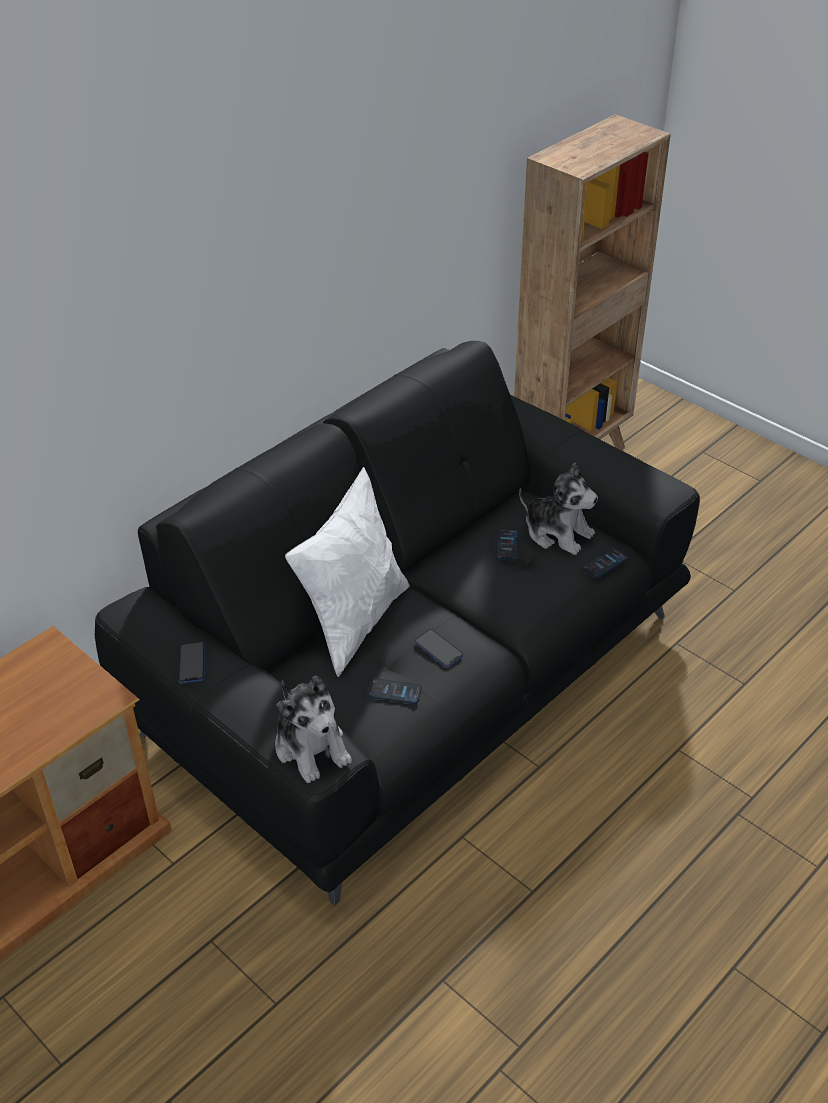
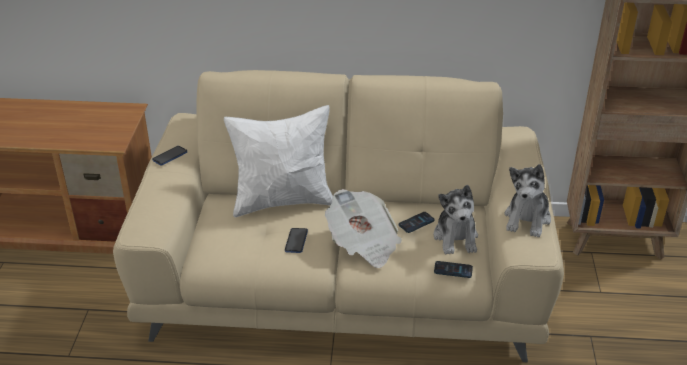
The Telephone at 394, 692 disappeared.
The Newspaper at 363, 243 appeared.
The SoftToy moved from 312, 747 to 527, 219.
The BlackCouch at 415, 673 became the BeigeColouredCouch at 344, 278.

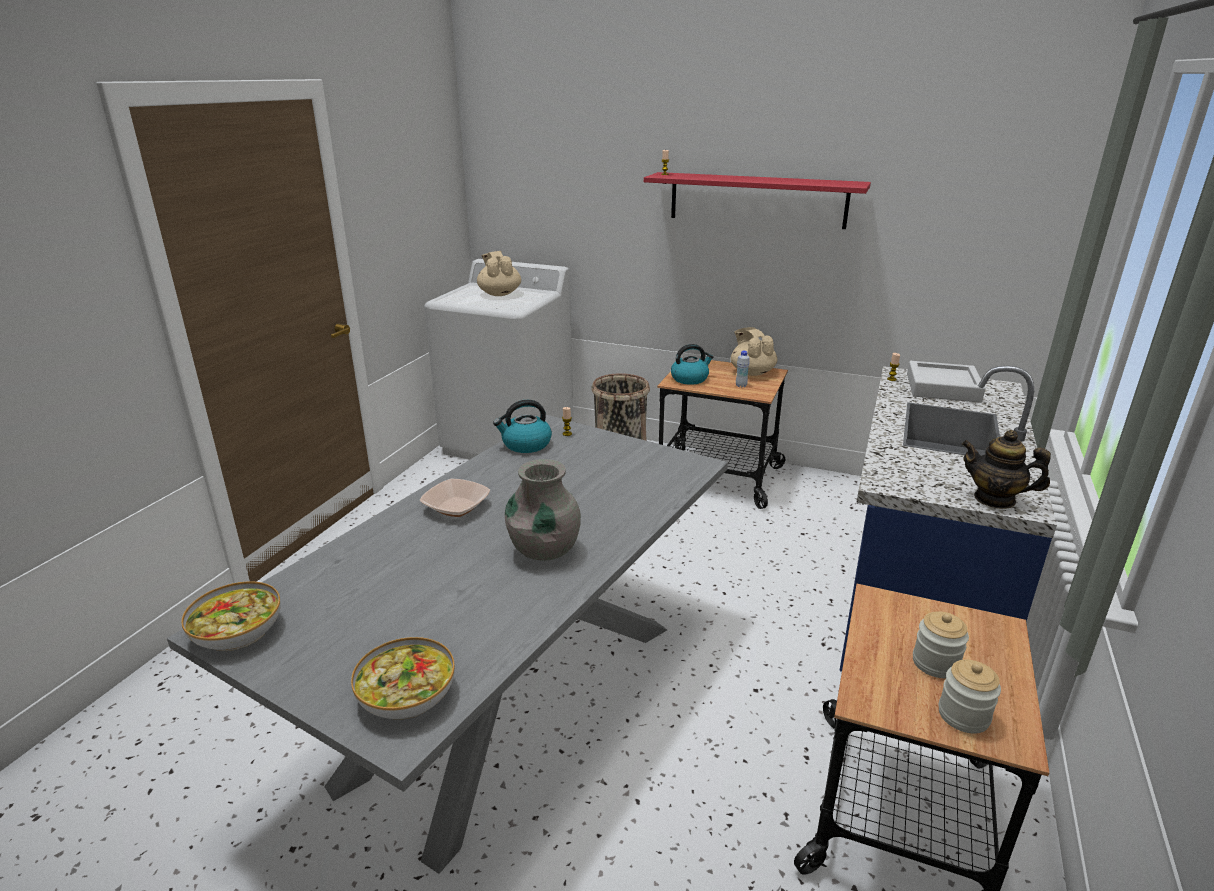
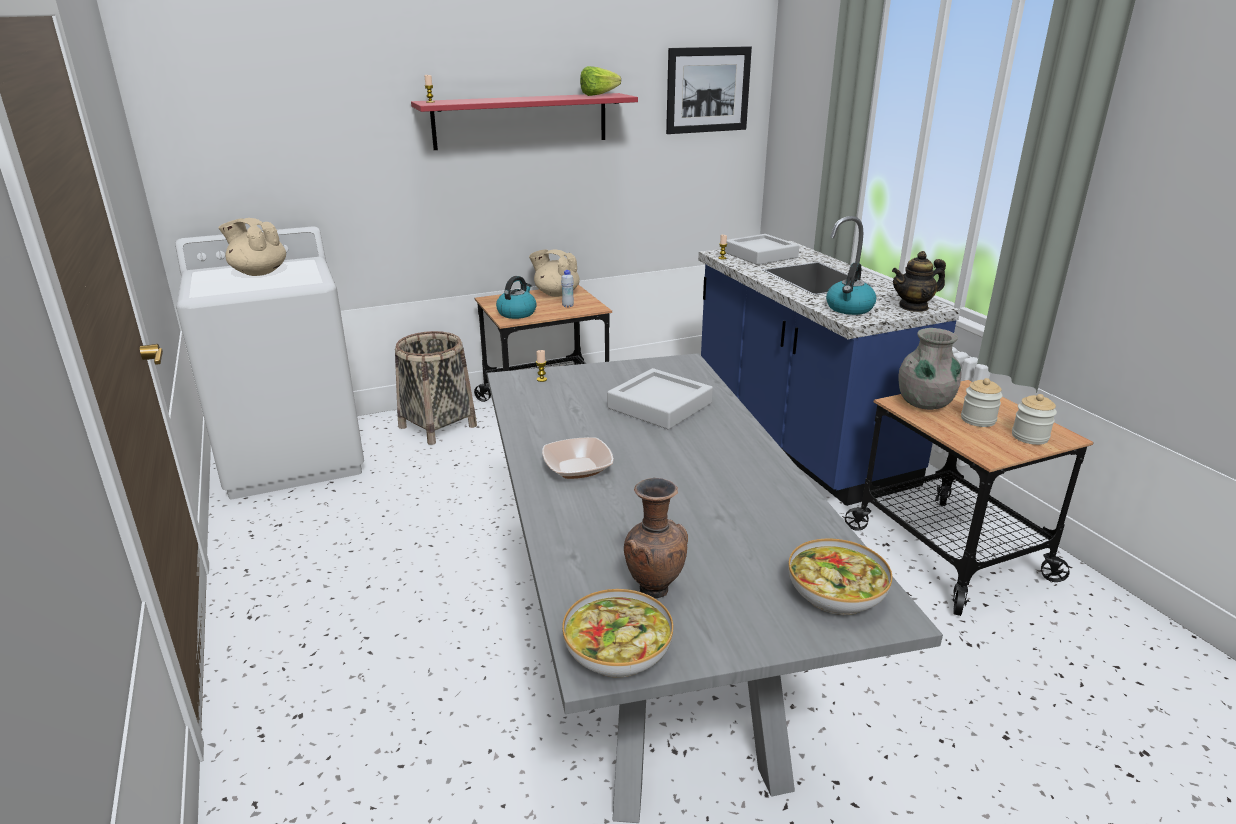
The LettuceHead at 602, 95 appeared.
The GreyTray at 659, 405 appeared.
The BrownColouredDecorativeVase at 653, 589 appeared.
The WallPicture at 708, 90 appeared.
The TeaKettle moved from 525, 444 to 849, 309.
The GreyDecorativeVase moved from 544, 550 to 924, 403.

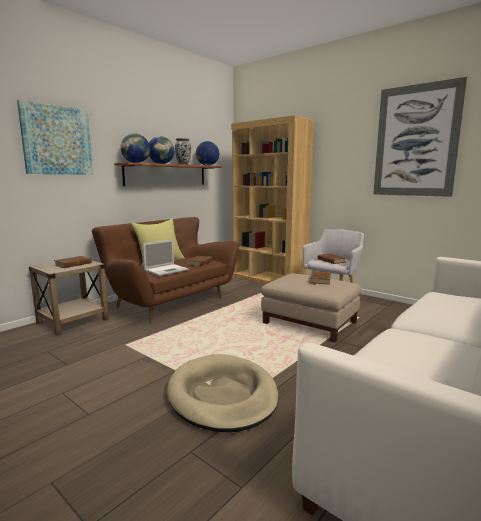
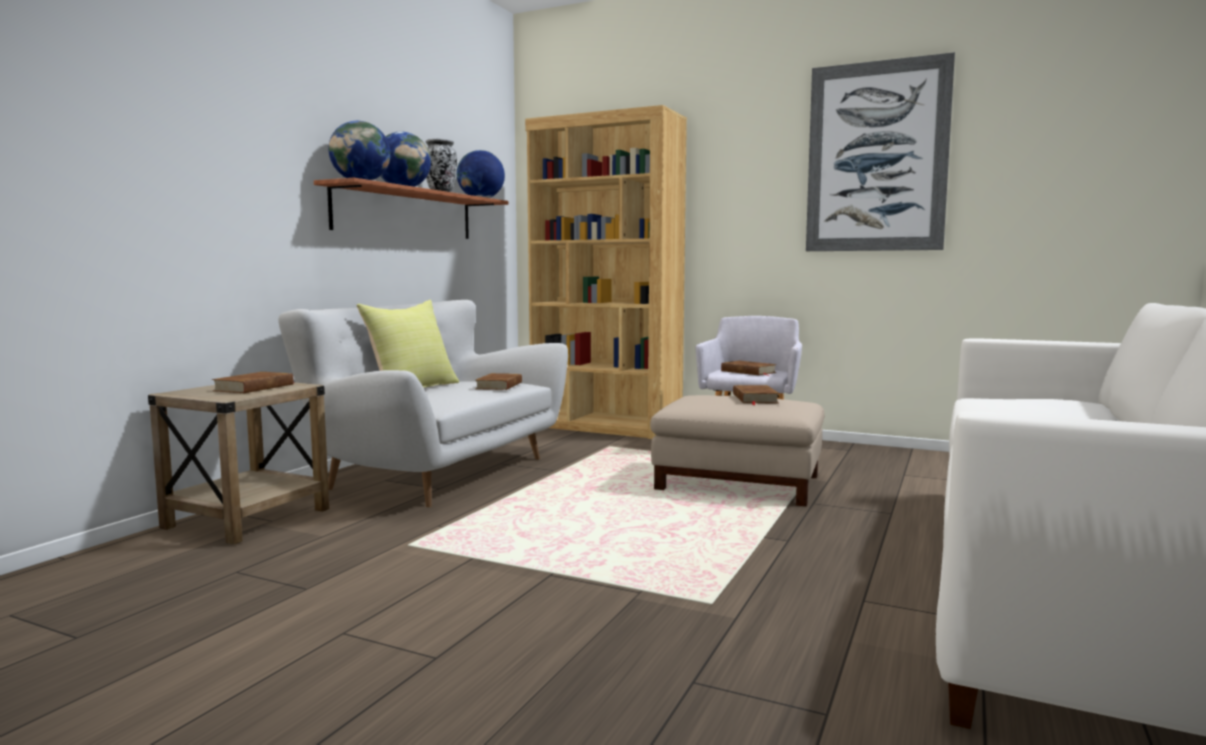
The WallPicture at 57, 140 disappeared.
The Laptop at 167, 270 disappeared.
The BeigeColouredDogBed at 222, 395 disappeared.
The BrownColouredCouch at 169, 302 became the WhiteColouredCouch at 435, 472.

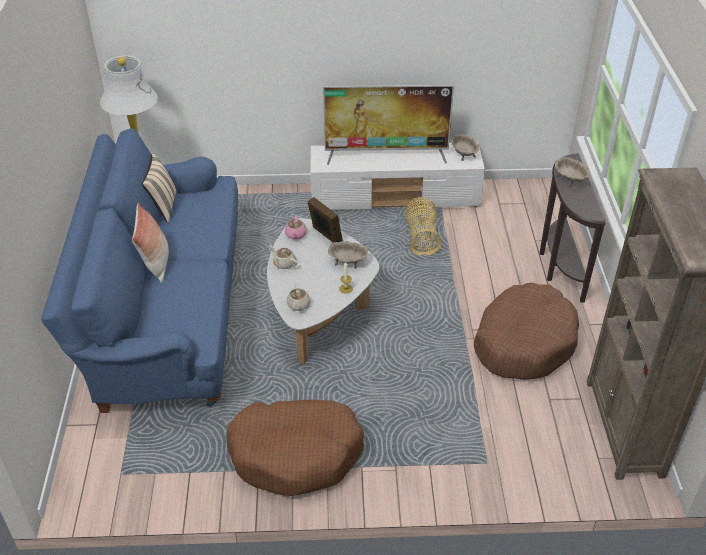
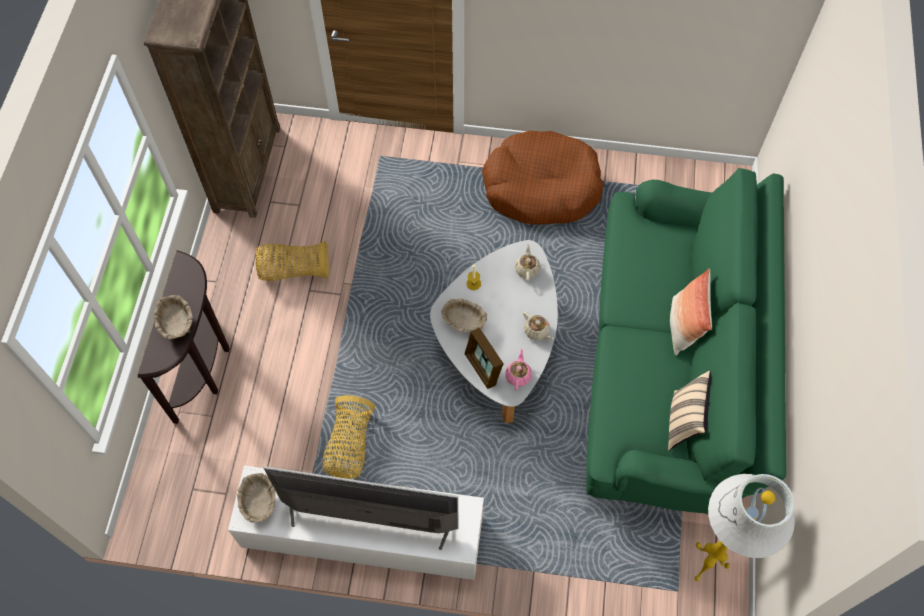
The BrownColouredDogBed at 524, 342 was replaced by the HouseholdBasket at 294, 270.
The BlueCouch at 167, 312 became the GreenishCouch at 668, 369.

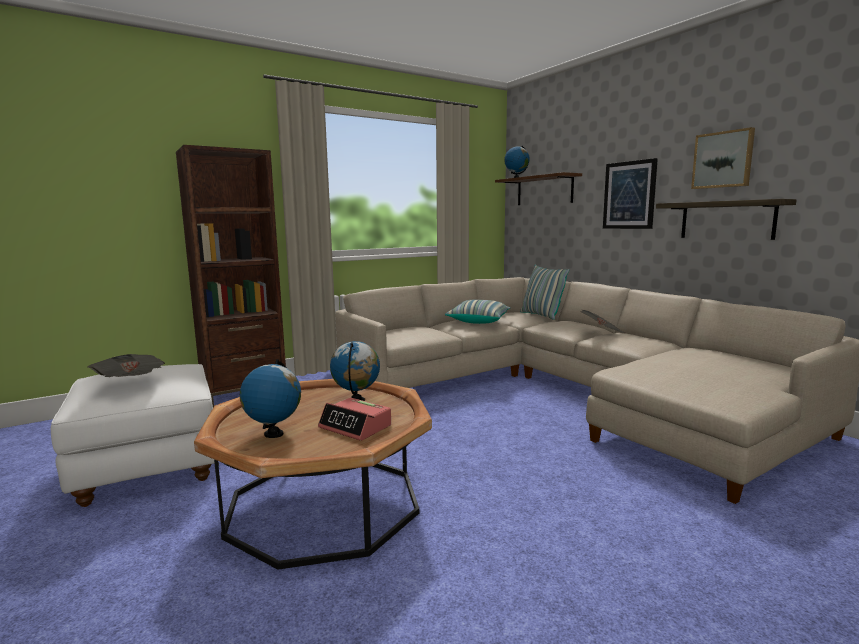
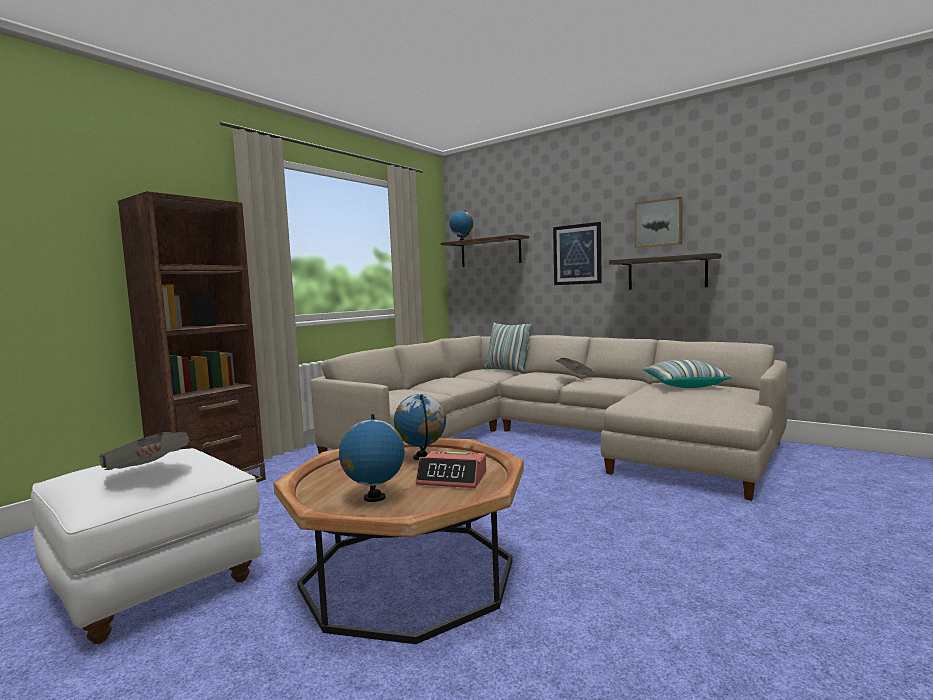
The Cushion moved from 478, 321 to 684, 385.

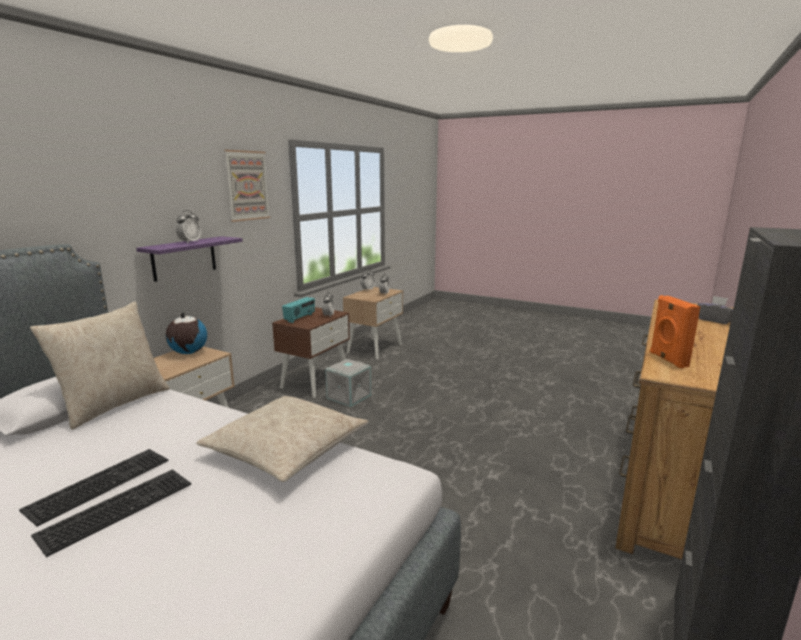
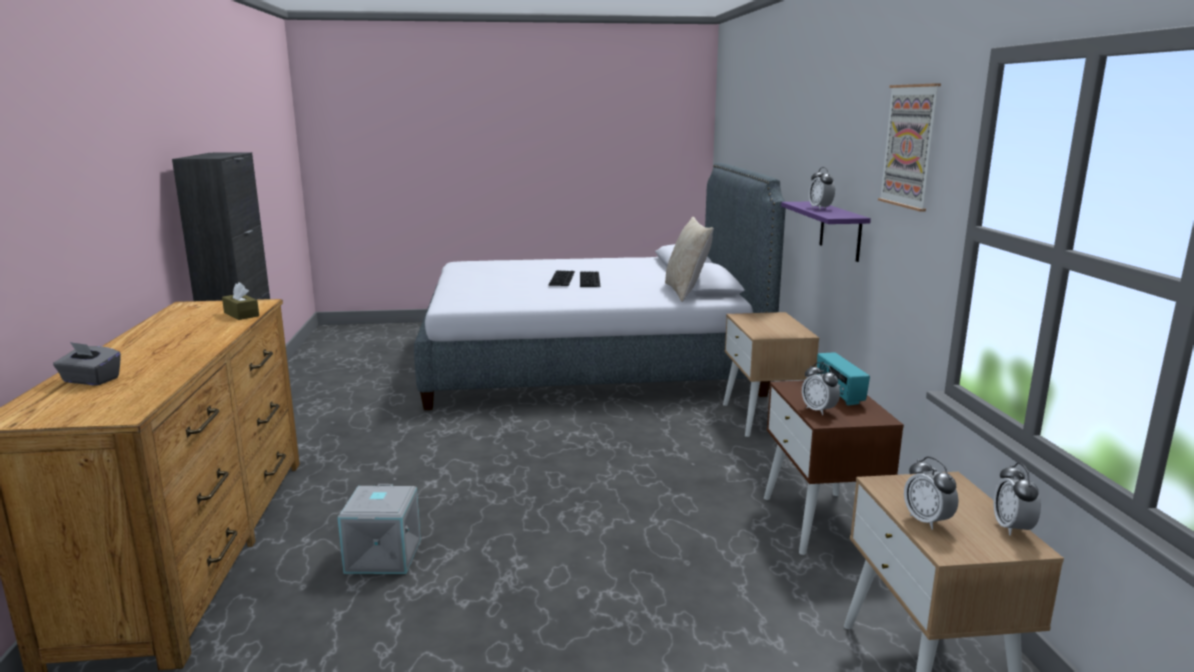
The DeskGlobe at 188, 353 disappeared.
The BeigeColouredCushion at 286, 449 disappeared.
The GreyStorageContainer moved from 348, 396 to 384, 556.
The OrangeColouredLoudspeaker at 667, 359 was replaced by the BrownColouredTissueHolder at 241, 314.

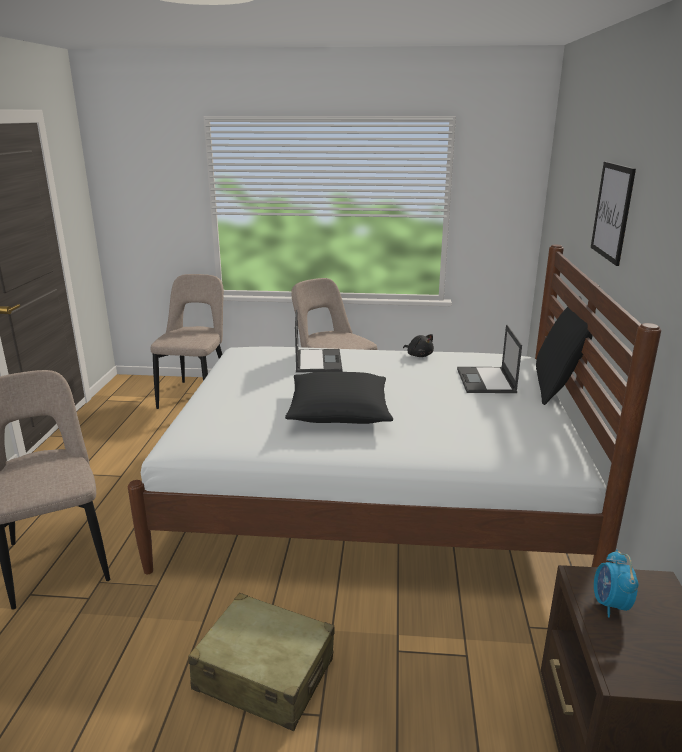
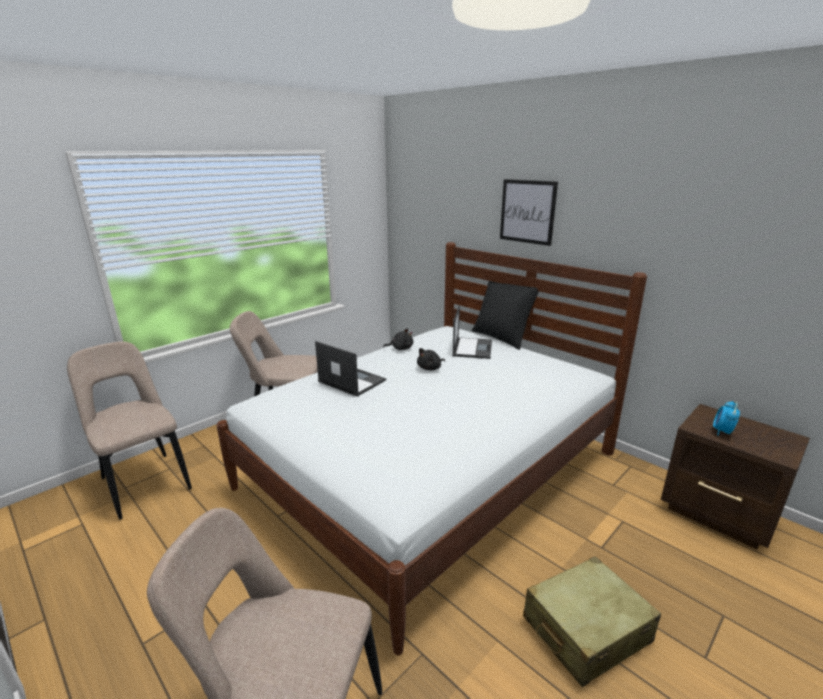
The BlackCushion at 339, 410 disappeared.
The BlackSoftToy at 430, 368 appeared.
The Laptop at 486, 381 turned 120 degrees counterclockwise.
The TableClock at 610, 605 turned 75 degrees clockwise.

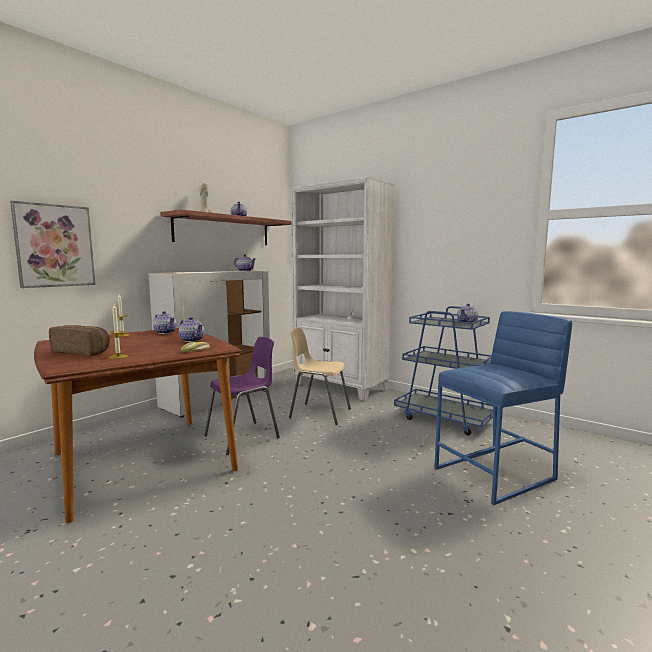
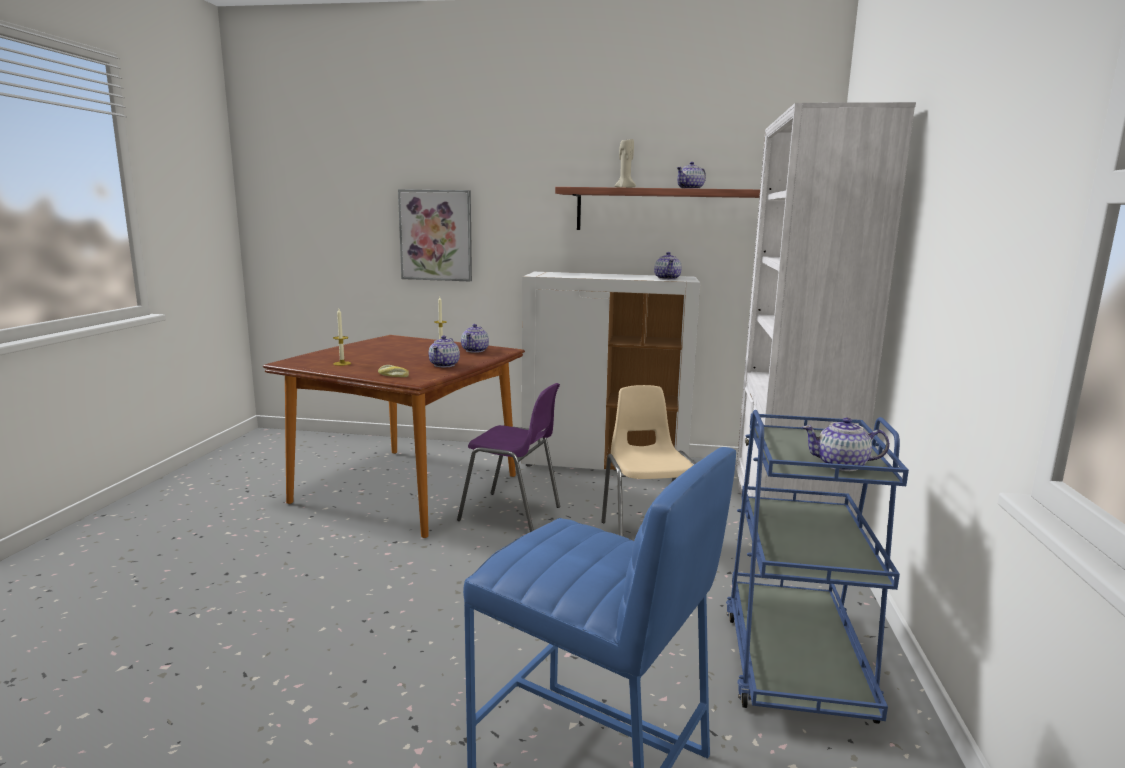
The BakedBread at 83, 352 disappeared.

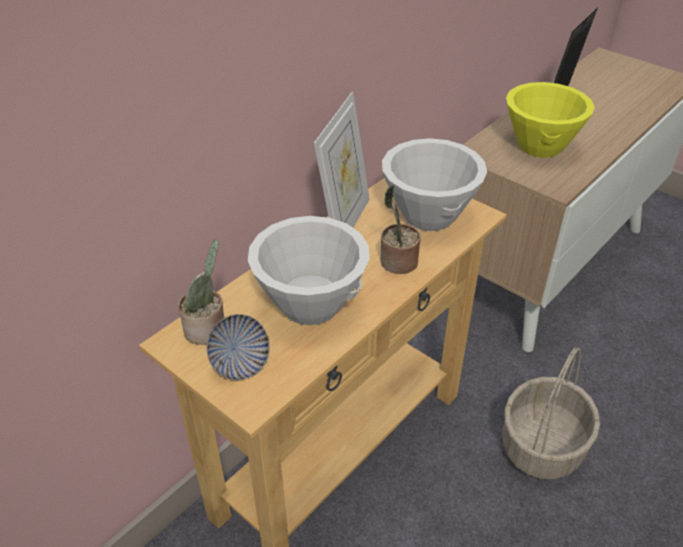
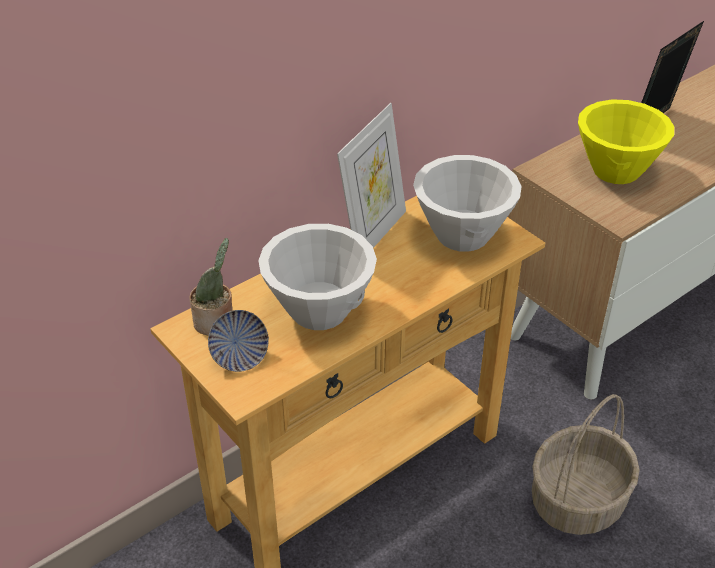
The Houseplant at 397, 263 disappeared.

